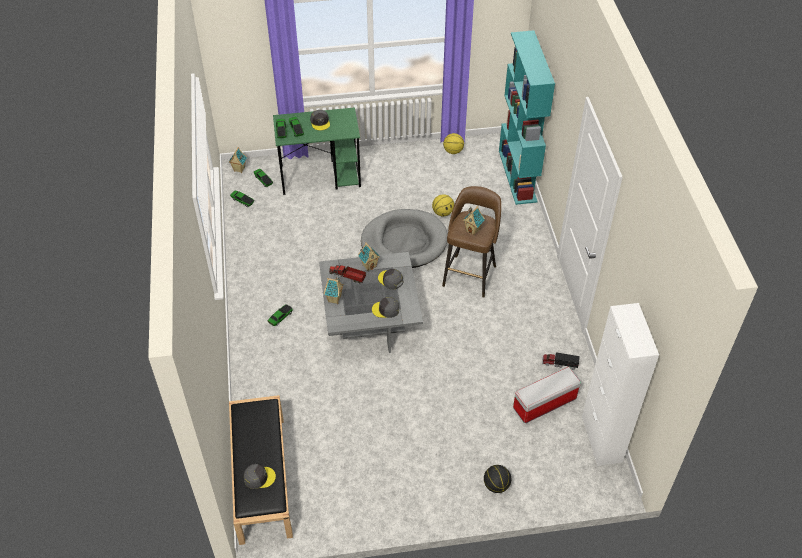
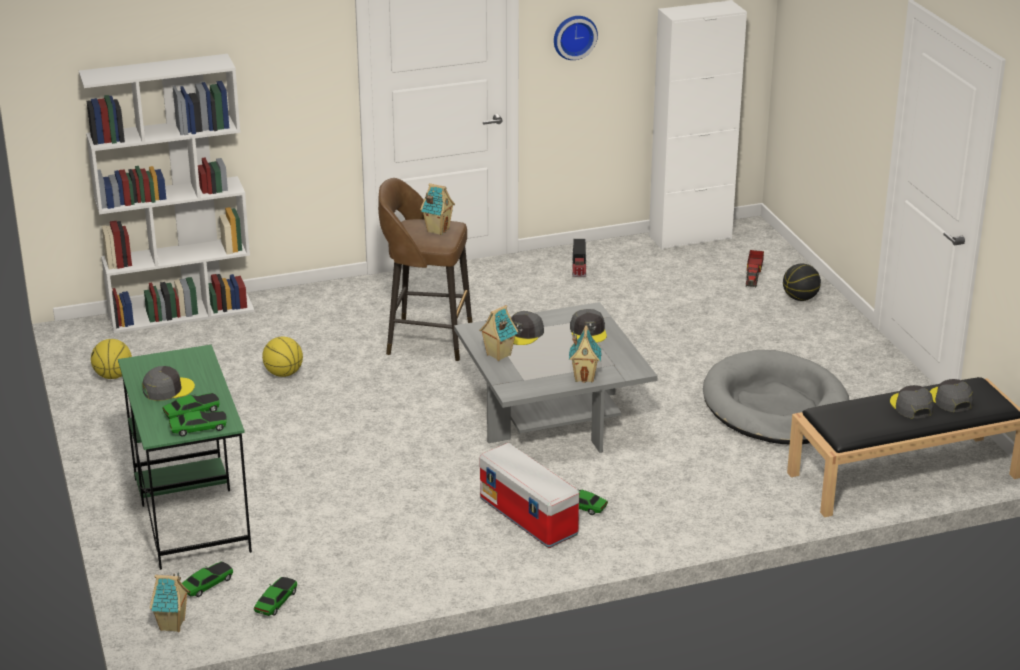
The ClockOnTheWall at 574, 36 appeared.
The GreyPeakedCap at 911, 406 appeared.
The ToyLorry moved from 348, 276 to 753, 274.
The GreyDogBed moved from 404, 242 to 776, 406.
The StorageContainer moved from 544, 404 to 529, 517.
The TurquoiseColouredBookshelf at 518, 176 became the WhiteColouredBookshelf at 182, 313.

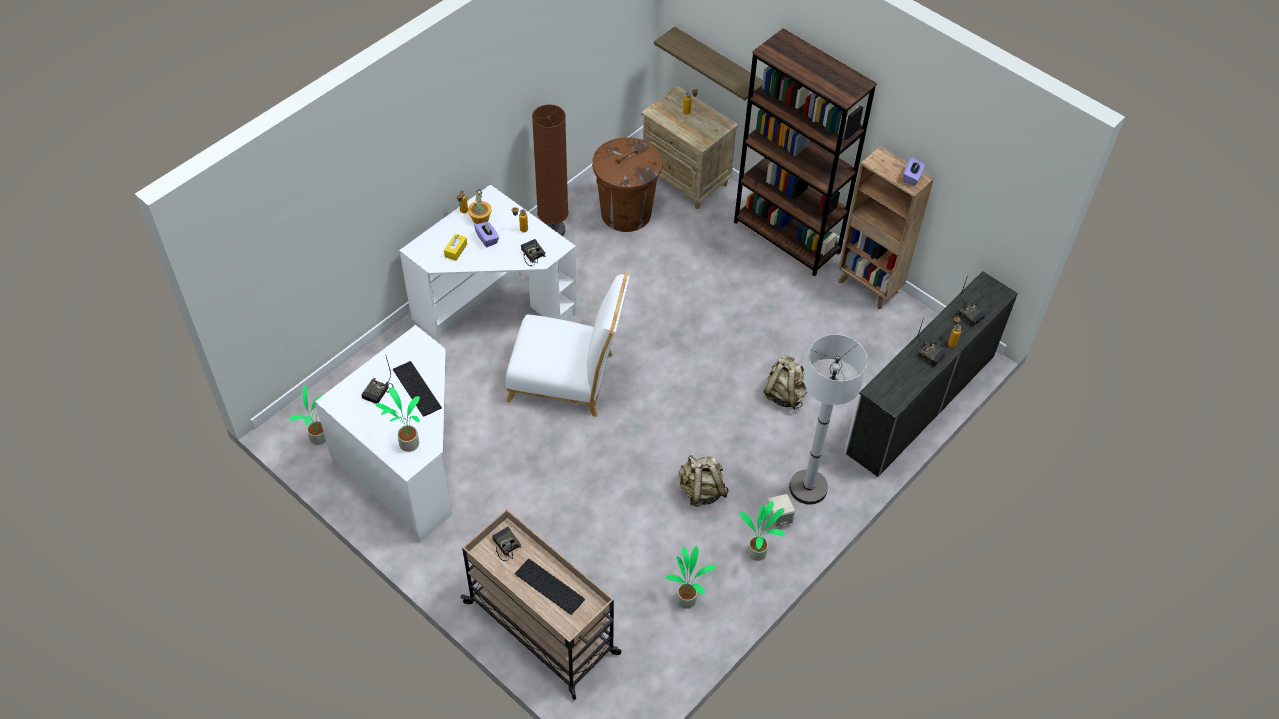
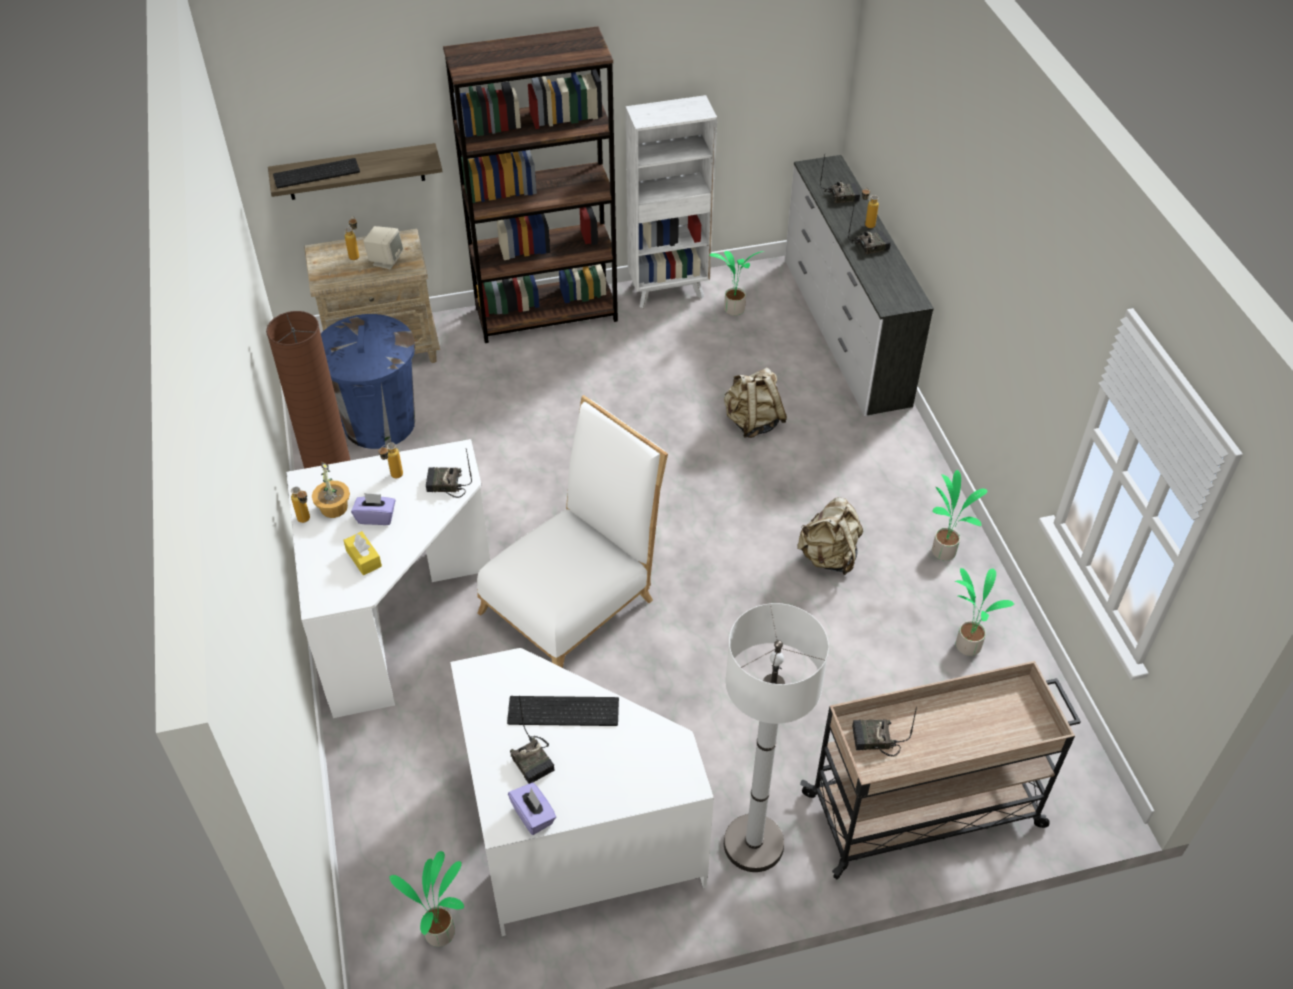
The Houseplant moved from 407, 443 to 733, 310.
The ComputerKeyboard moved from 548, 587 to 316, 174.
The BeigeColouredLoudspeaker moved from 779, 518 to 386, 260.
The WhiteColouredFloorLamp moved from 808, 488 to 753, 844.
The PurpleTissueHolder moved from 912, 177 to 533, 815.
The BrownColouredRubbishBin at 625, 213 became the BlueRubbishBin at 379, 423.
The BrownColouredBookshelf at 869, 287 became the WhiteColouredBookshelf at 669, 290.

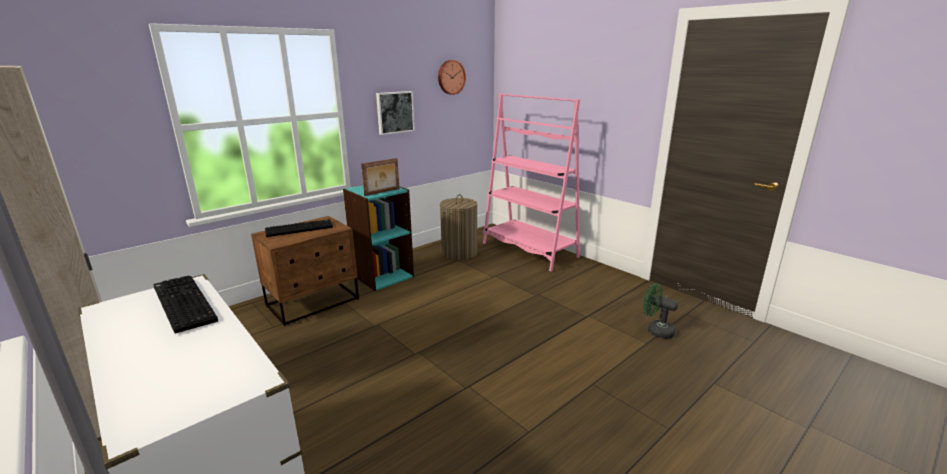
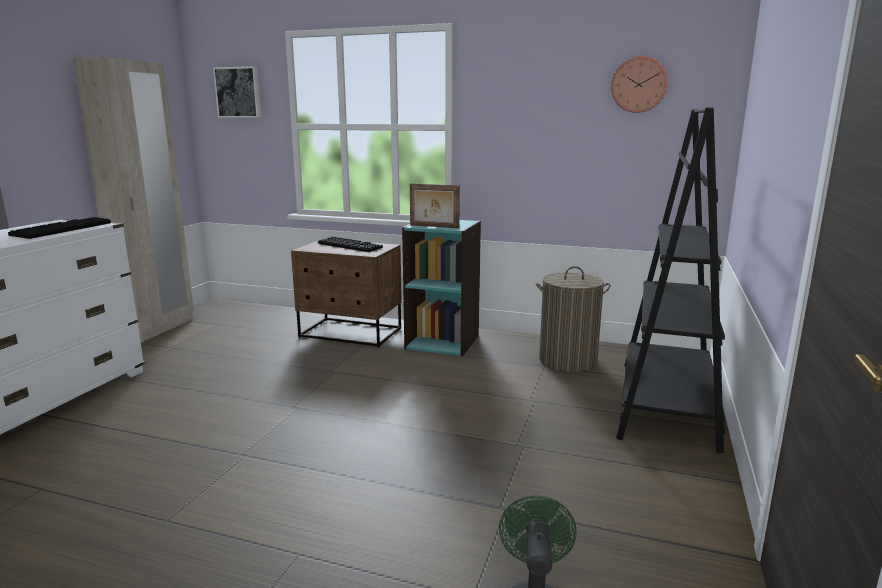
The WallPicture moved from 394, 112 to 238, 92.
The PinkBookshelf at 529, 250 became the BlackBookshelf at 666, 403.

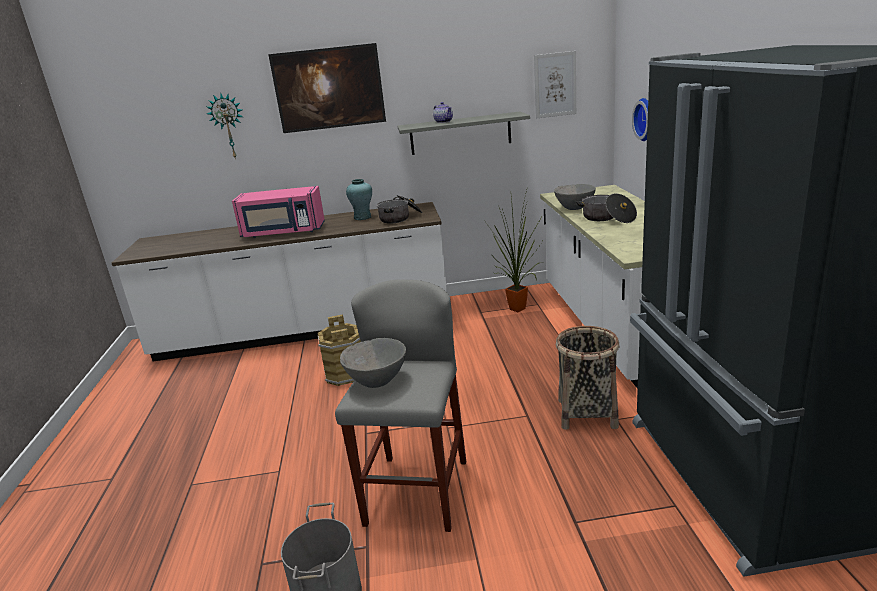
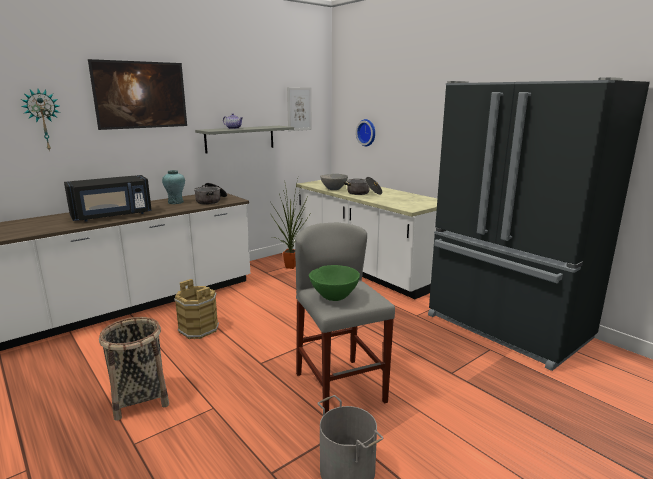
The HouseholdBasket moved from 587, 413 to 140, 398.
The PinkMicrowaveOven at 283, 232 became the BlackMicrowaveOven at 112, 216.
The GreyBowl at 377, 381 became the GreenishBowl at 334, 297.

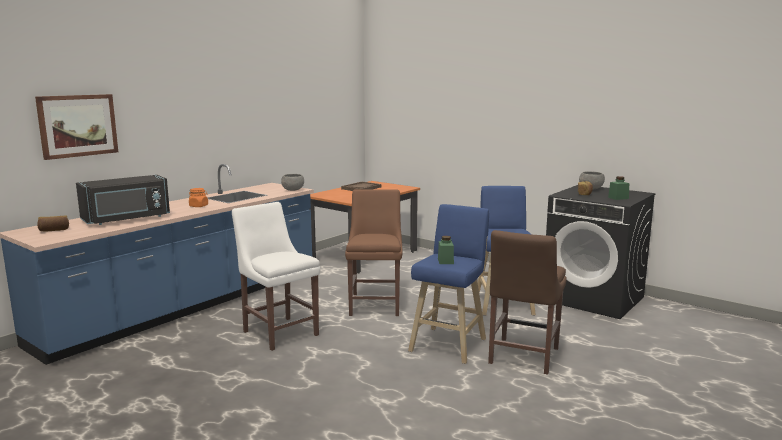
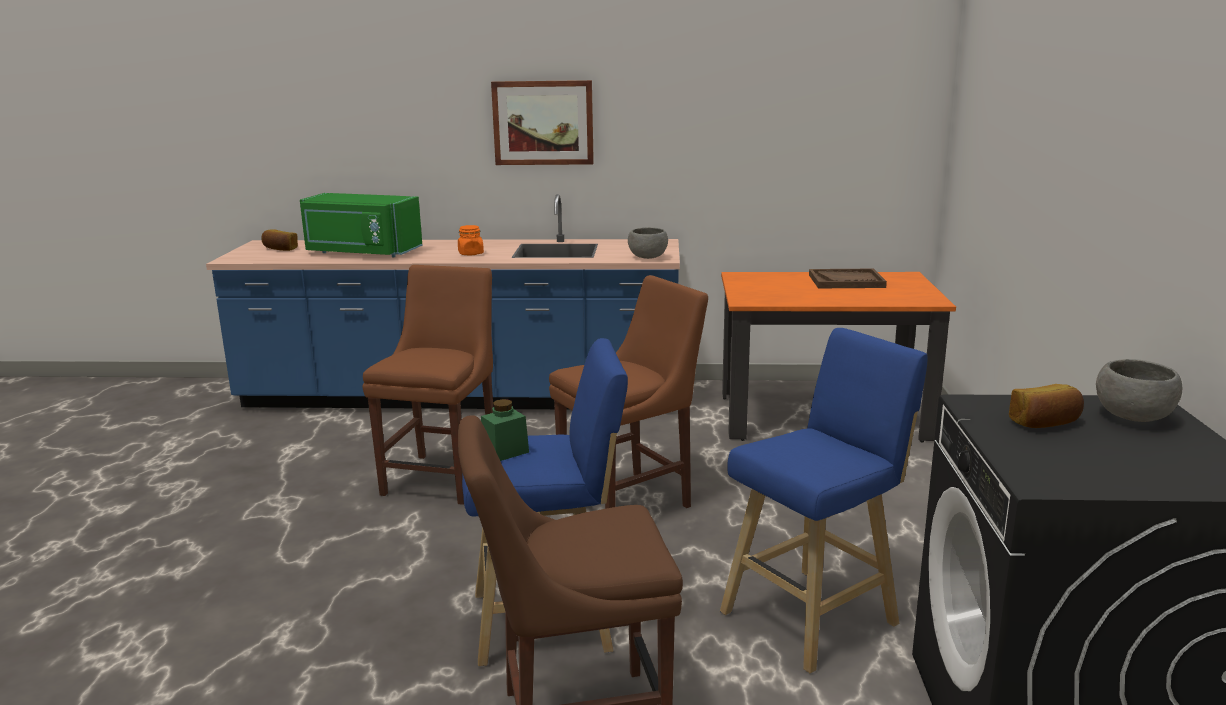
The GreenishStorageJar at 618, 198 disappeared.
The WallPicture moved from 78, 125 to 543, 123.
The BlackMicrowaveOven at 127, 219 became the GreenishMicrowaveOven at 361, 252.
The WhiteColouredUprightChair at 279, 332 became the BrownColouredUprightChair at 444, 476.

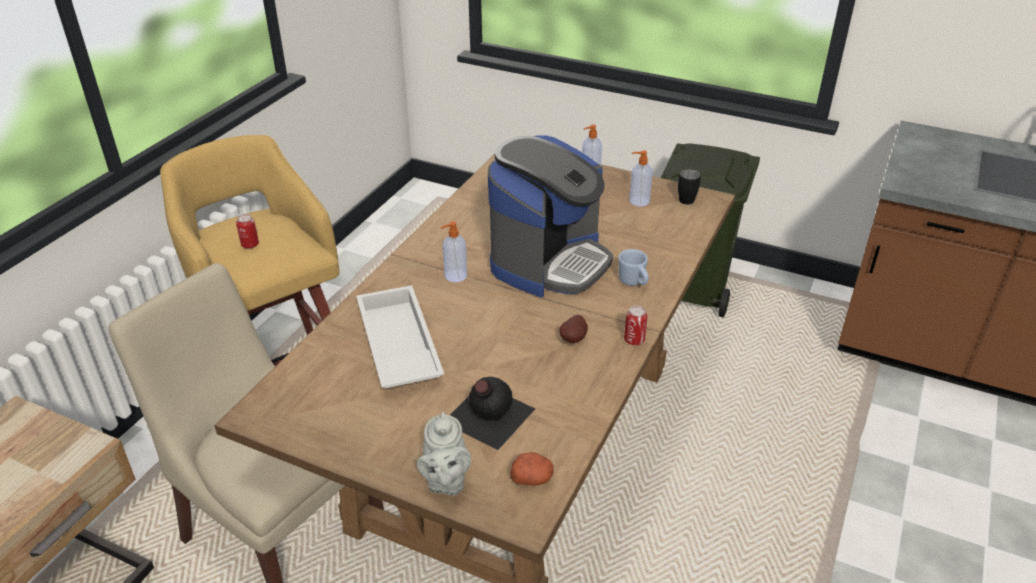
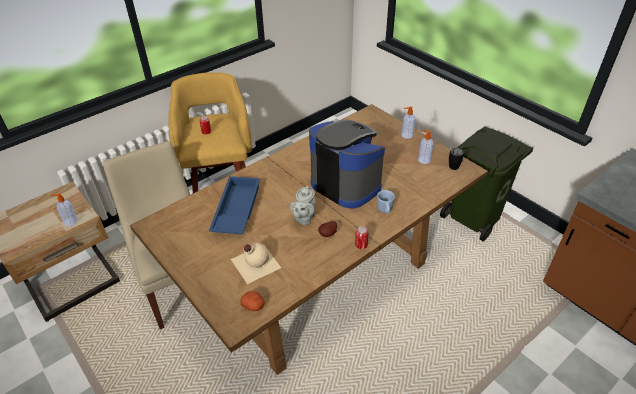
The GreyTeaPot moved from 445, 481 to 304, 218.
The SoapBottle moved from 455, 276 to 70, 221.
The WhiteColouredTray at 396, 347 became the BlueTray at 235, 210.
The BlackDrinkBottle at 487, 415 became the BeigeColouredDrinkBottle at 254, 263.
The CoffeeMaker at 549, 262 turned 105 degrees counterclockwise.

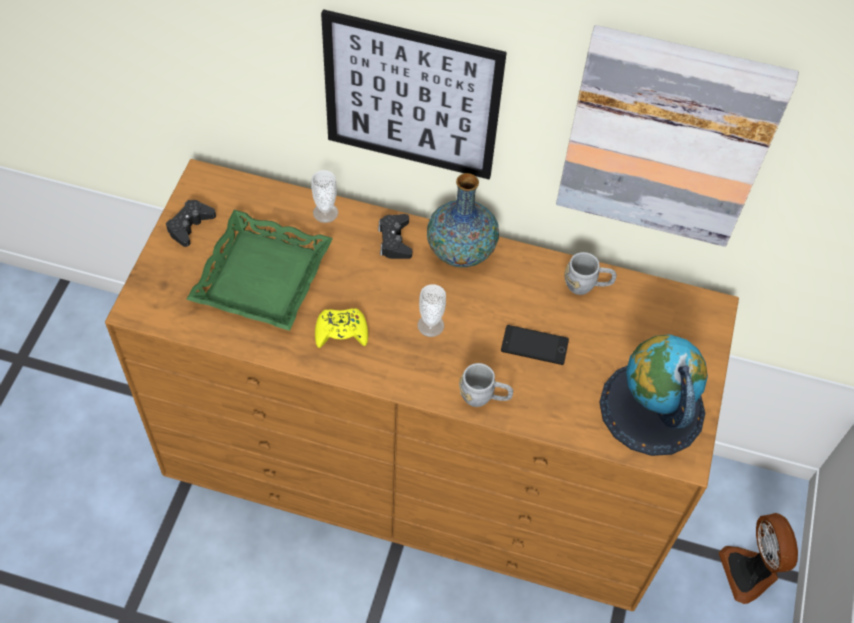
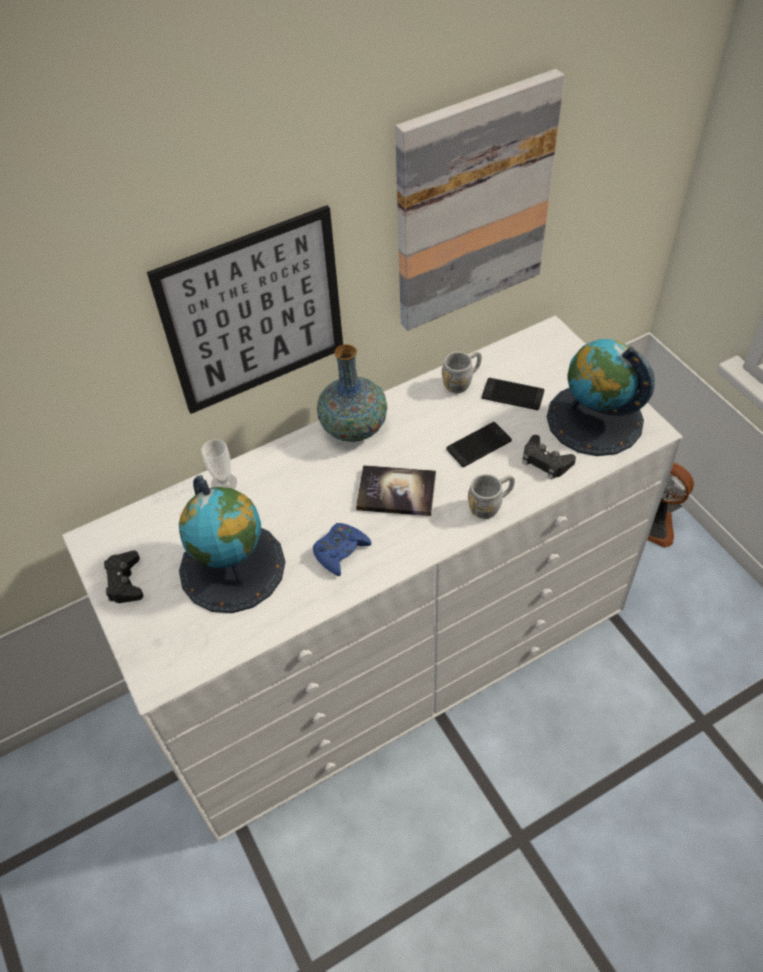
The Telephone at 512, 394 appeared.
The BlackJoypad moved from 394, 240 to 545, 461.
The GreenishTray at 263, 277 was replaced by the DeskGlobe at 233, 566.
The DrinkingCup at 430, 325 was replaced by the Volume at 396, 492.
The BrownColouredDresser at 418, 463 became the WhiteColouredDresser at 391, 650.
The YellowColouredJoypad at 341, 332 became the BlueJoypad at 340, 551.

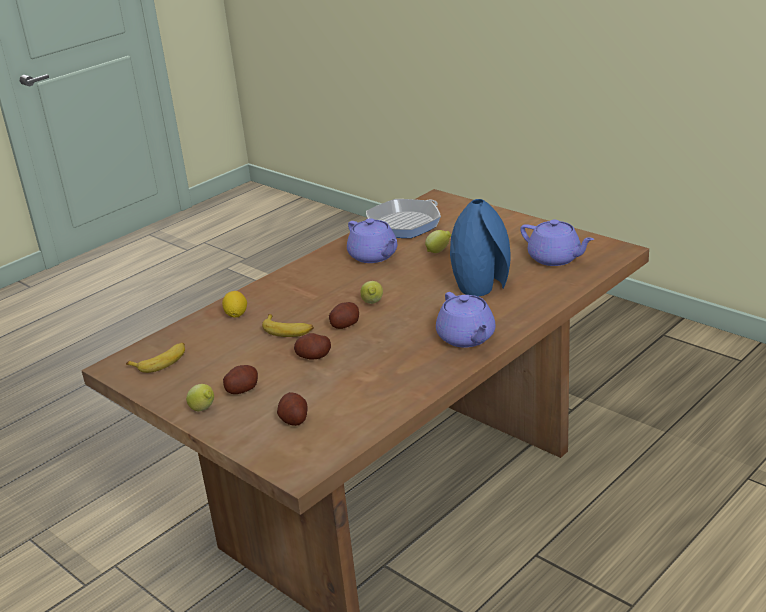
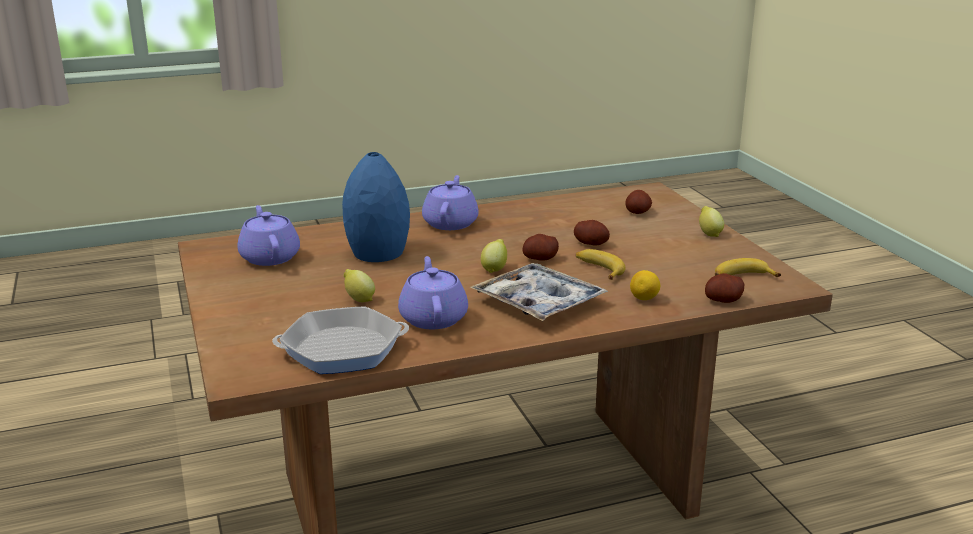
The Tray at 538, 303 appeared.
The Potato moved from 242, 389 to 723, 300.

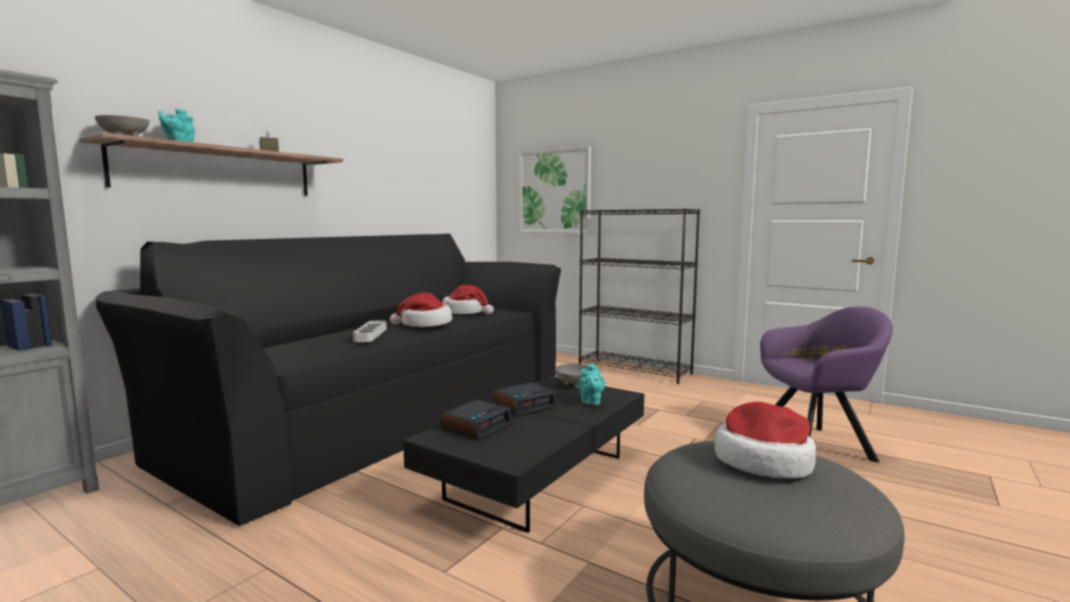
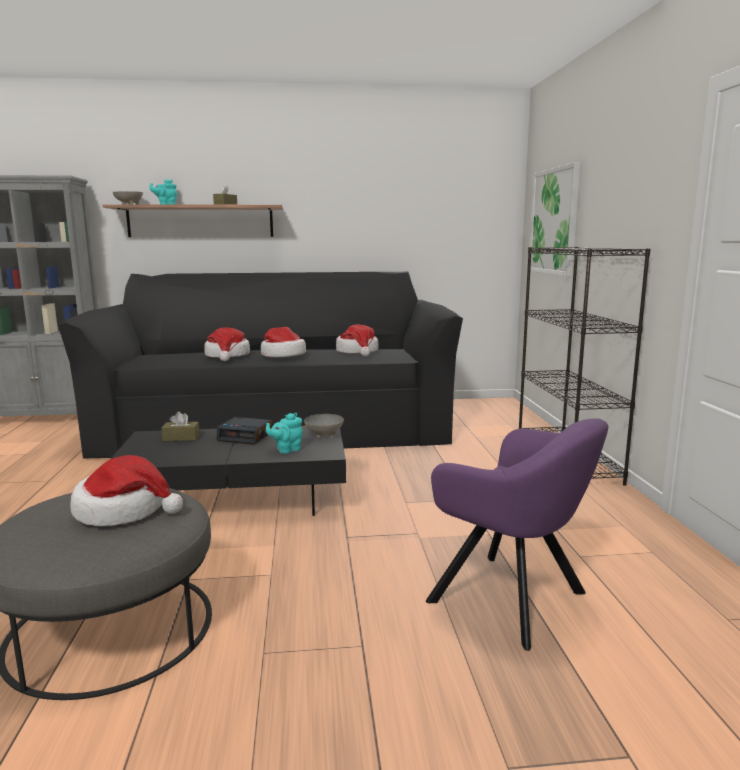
The GreyTray at 370, 334 was replaced by the WearableHat at 227, 356.
The TableClock at 476, 426 was replaced by the BrownColouredTissueHolder at 181, 438.

